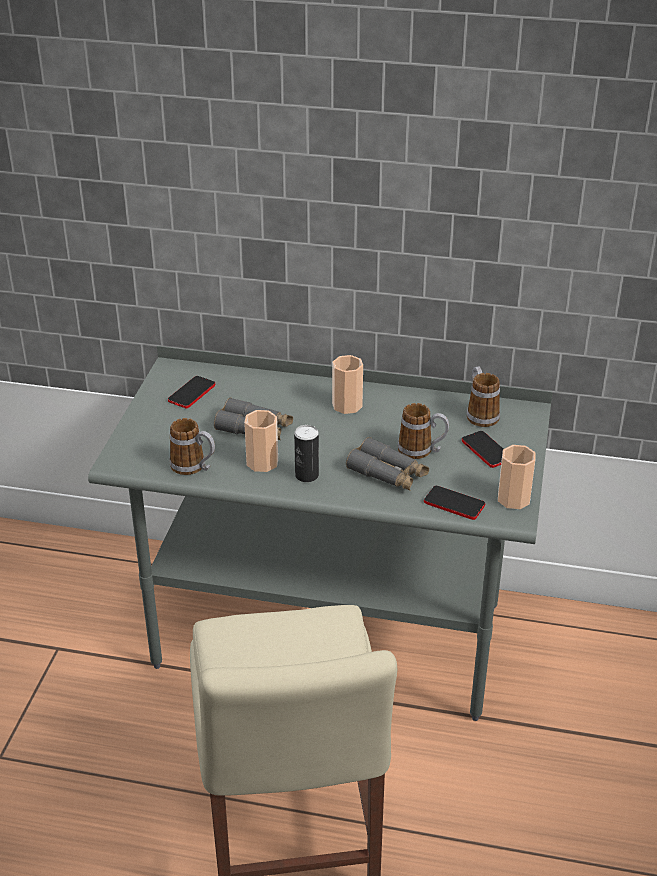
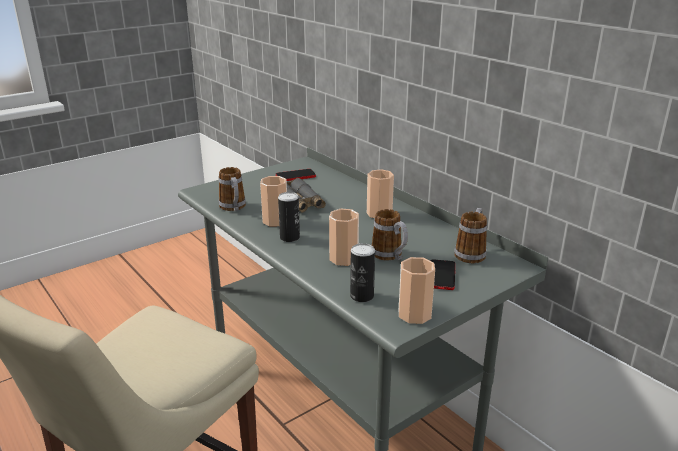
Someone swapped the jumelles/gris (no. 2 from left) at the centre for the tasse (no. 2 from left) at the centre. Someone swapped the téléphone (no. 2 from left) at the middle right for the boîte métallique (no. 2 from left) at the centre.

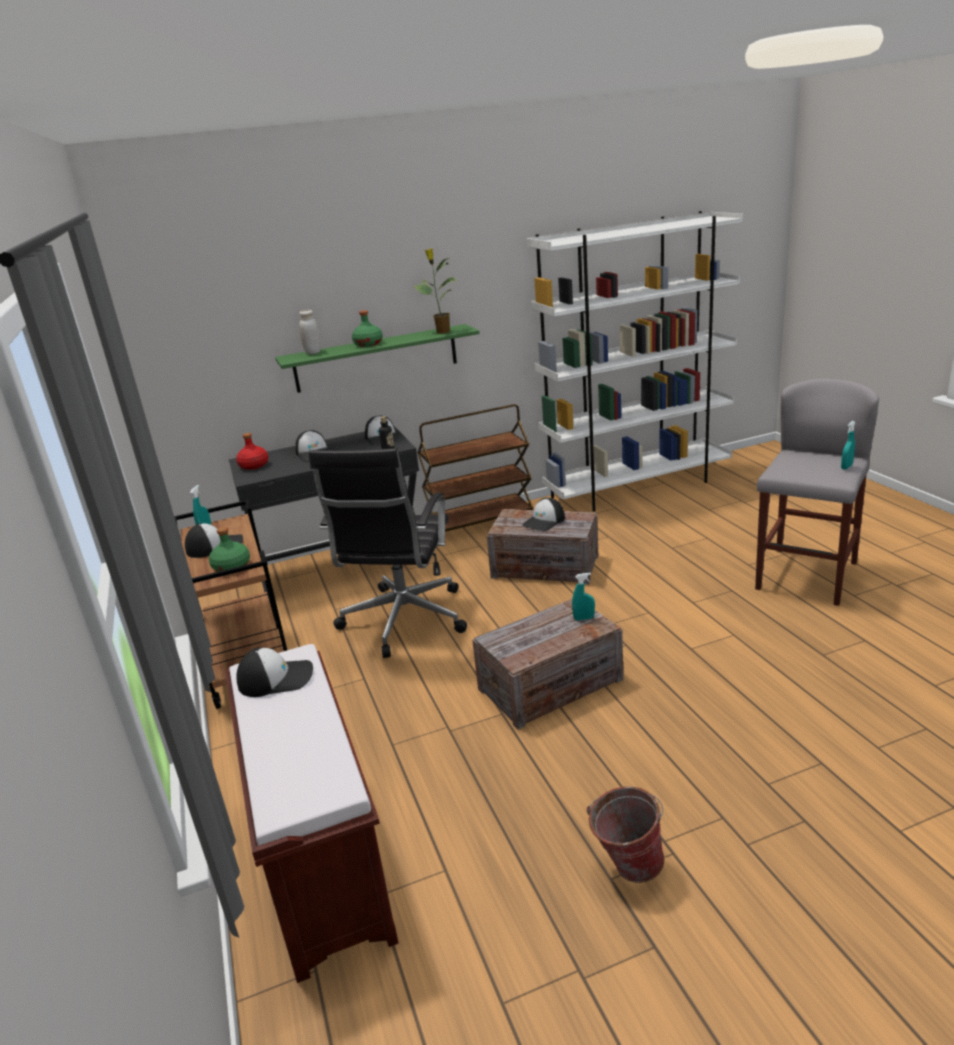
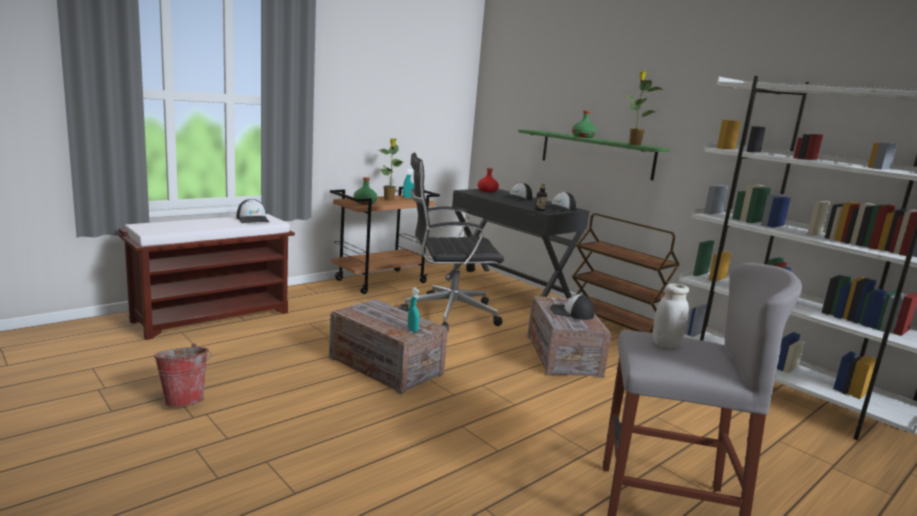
Someone swapped the casquette (no. 1 from left) at the middle left for the plante en pot (no. 1 from left) at the top centre. Someone carried the bocal/blanc from the top left to the middle right. Someone took away the vaporisateur/turquoise (no. 3 from left) at the middle right.

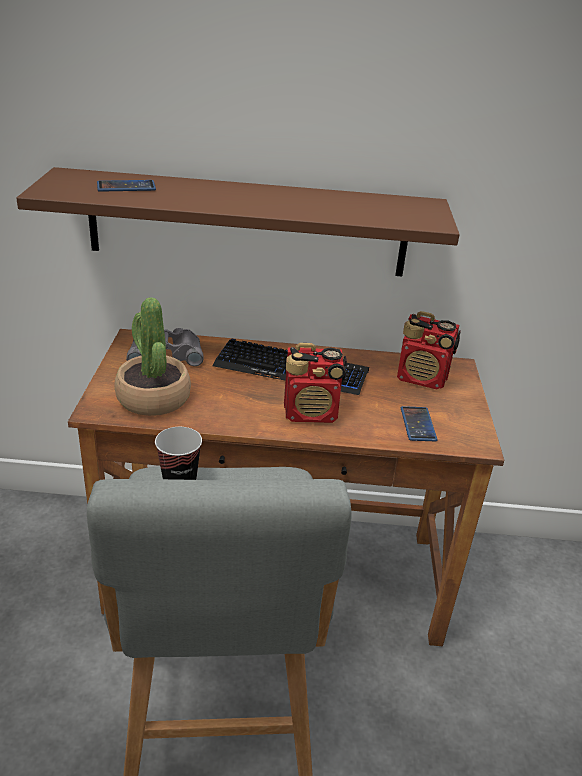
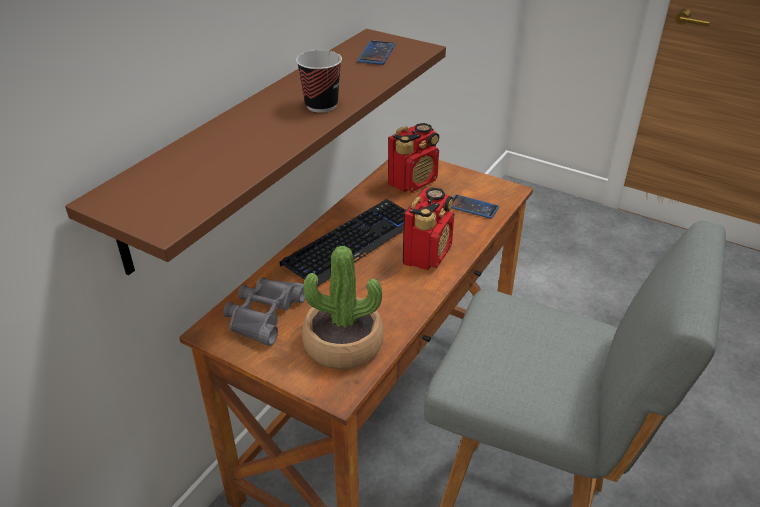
Someone carried the téléphone (no. 1 from left) from the top left to the top centre. Someone carried the tasse from the middle left to the top centre.

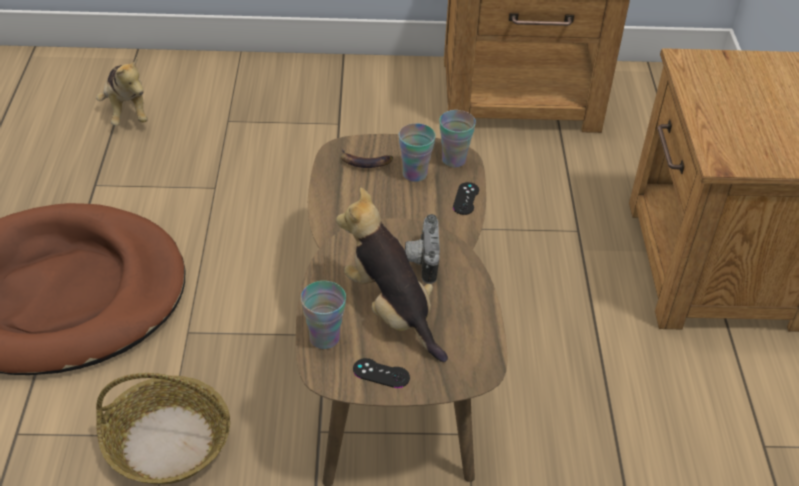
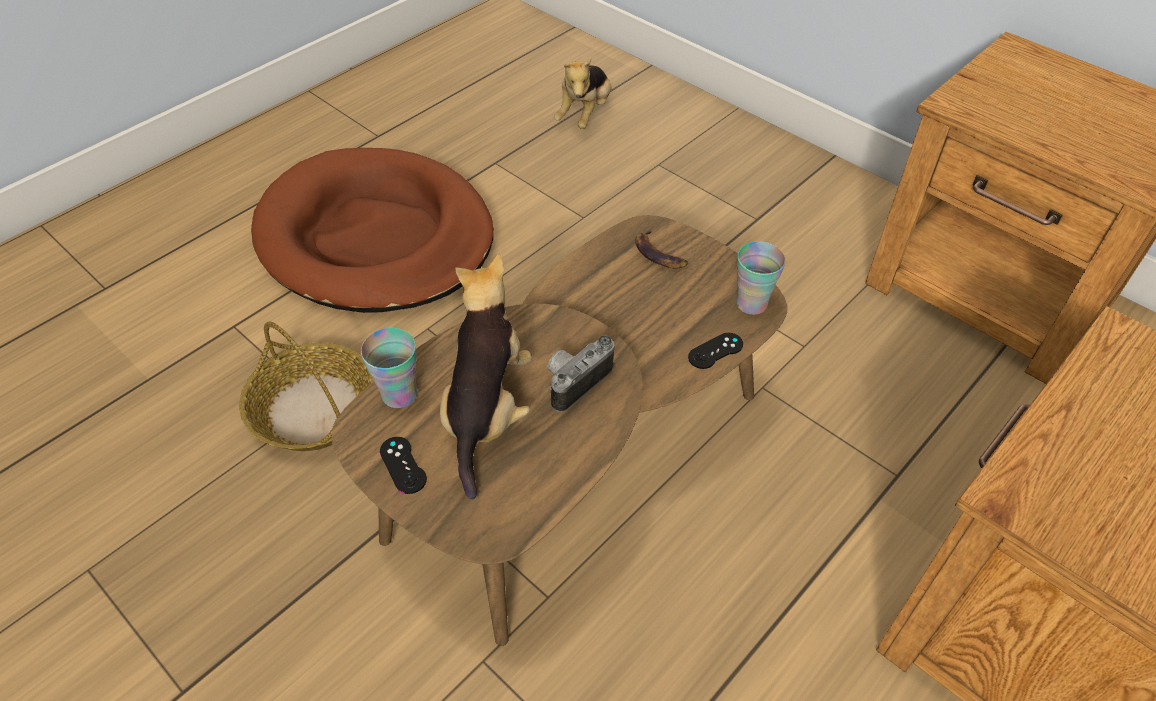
Someone took away the tasse (no. 2 from left) at the top centre.

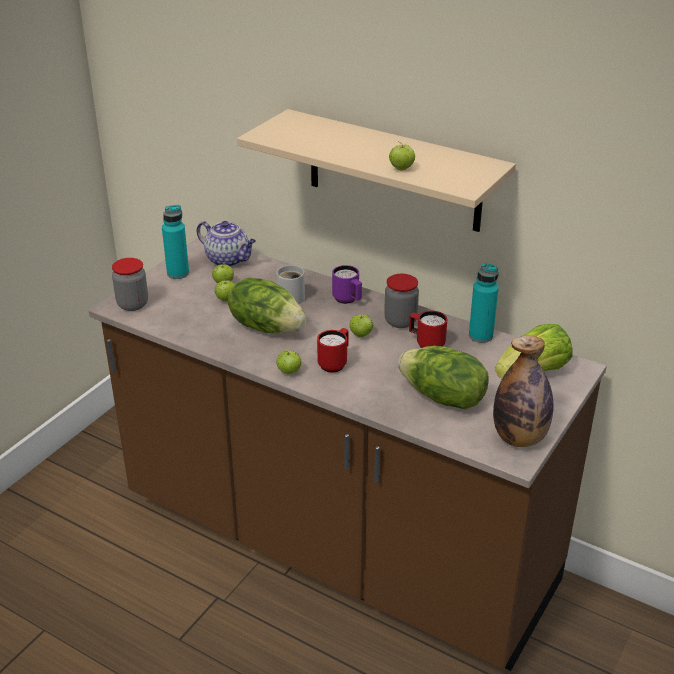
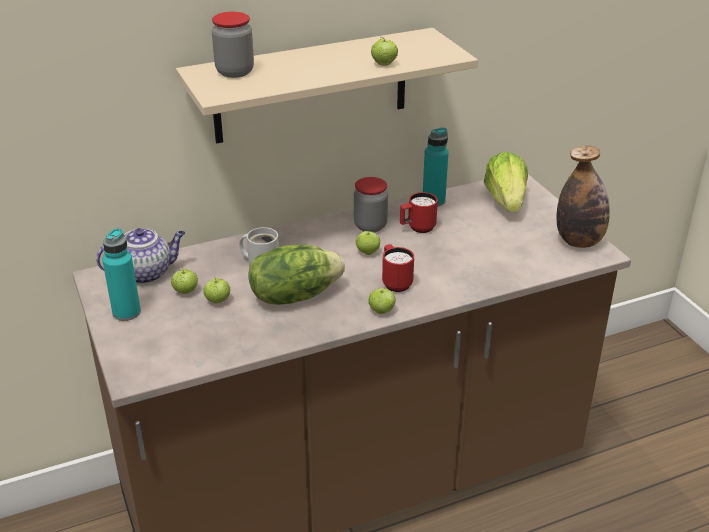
Someone carried the bocal (no. 1 from left) from the middle left to the top left. Someone took away the mug/violet at the centre. Someone took away the laitue (no. 2 from left) at the centre.

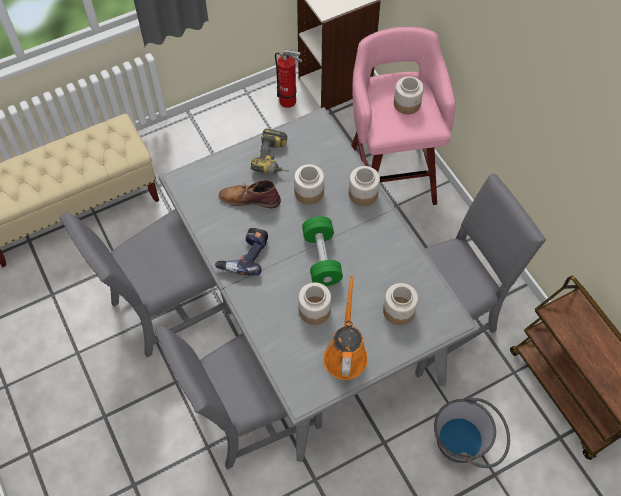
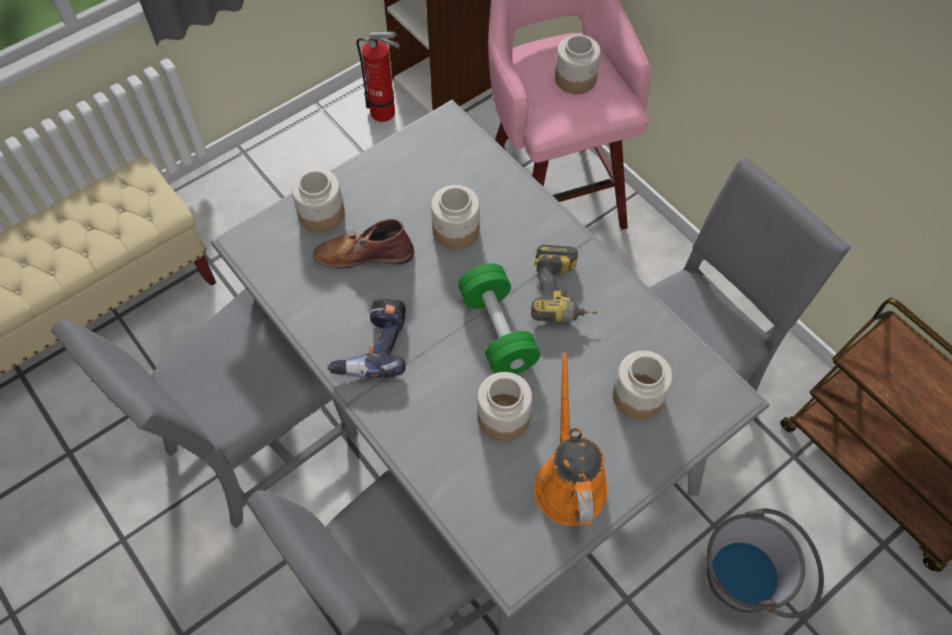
Someone carried the perceuse (no. 2 from left) from the top centre to the centre. Someone carried the bocal (no. 3 from left in the first image) from the centre to the top centre.

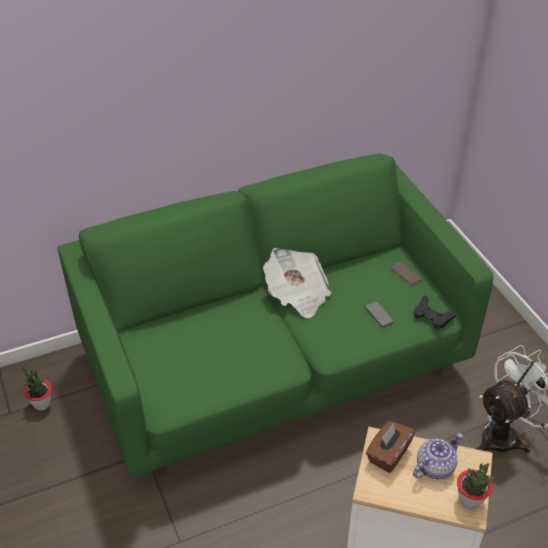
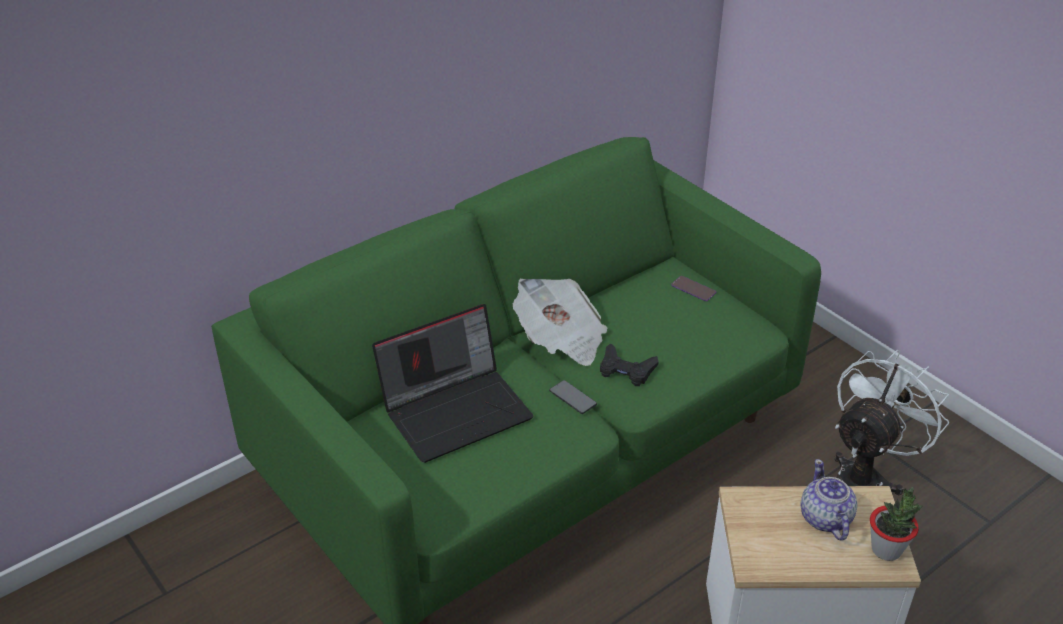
Someone took away the plante en pot (no. 1 from left) at the bottom left. Someone carried the téléphone (no. 1 from left) from the middle right to the centre. Someone took away the boîte à mouchoirs/marron at the bottom right. Someone rotated the théière at the bottom right by 45 degrees counterclockwise. Someone carried the manette/noir from the middle right to the centre. Someone put down the ordinateur portable at the centre.

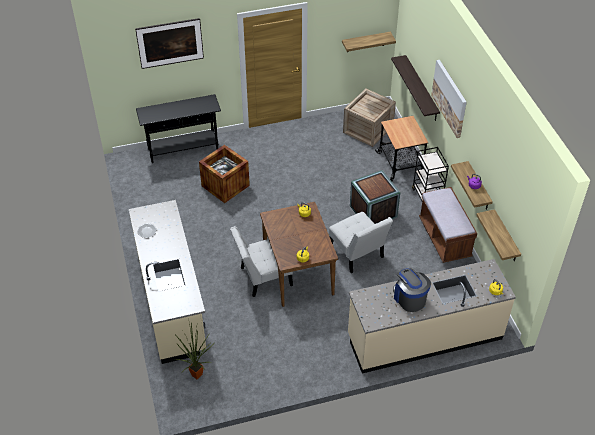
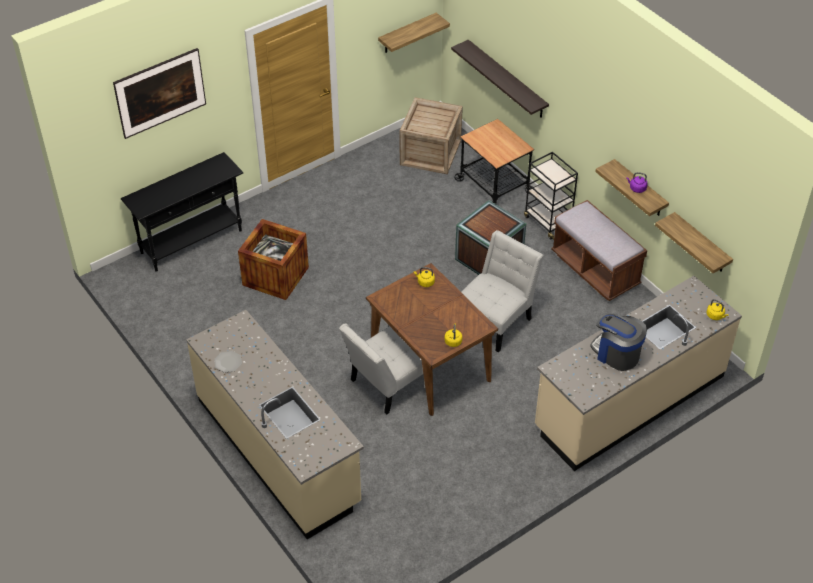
Someone took away the plante en pot at the bottom left. Someone rotated the chaise/blanc (no. 2 from left) at the centre by 90 degrees counterclockwise. Someone took away the tableau (no. 2 from left) at the top right.

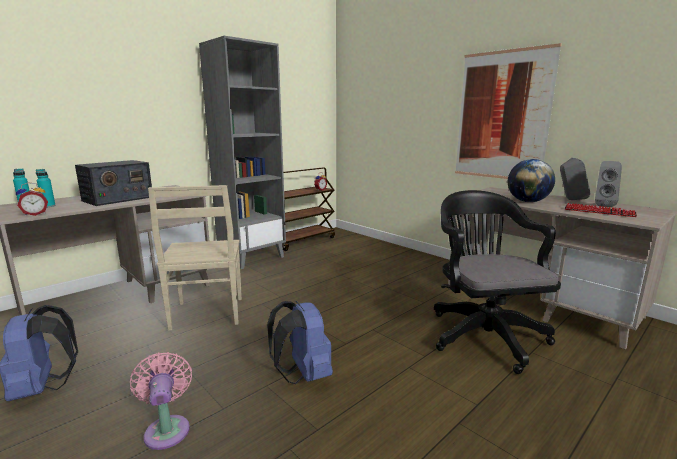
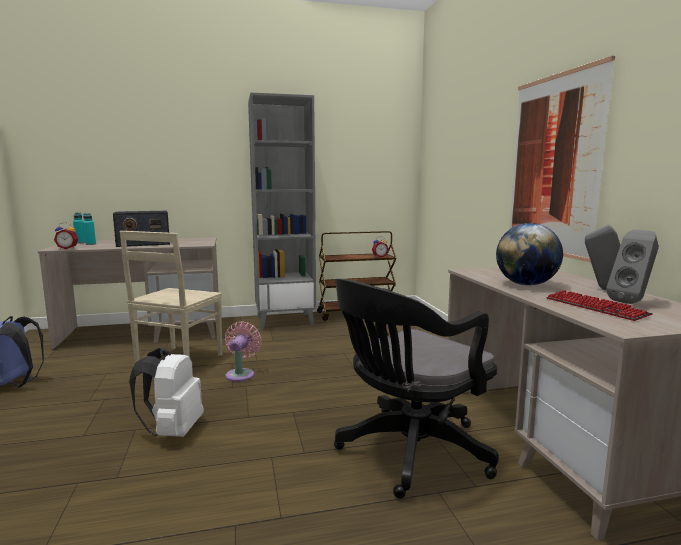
Someone carried the ventilateur/rose from the bottom left to the centre. Someone repainted the sac à dos/bleu (no. 2 from left) at the bottom centre, which became the sac à dos/blanc at the bottom left. Someone rotated the chaise de bureau/noir at the middle right by 150 degrees counterclockwise.

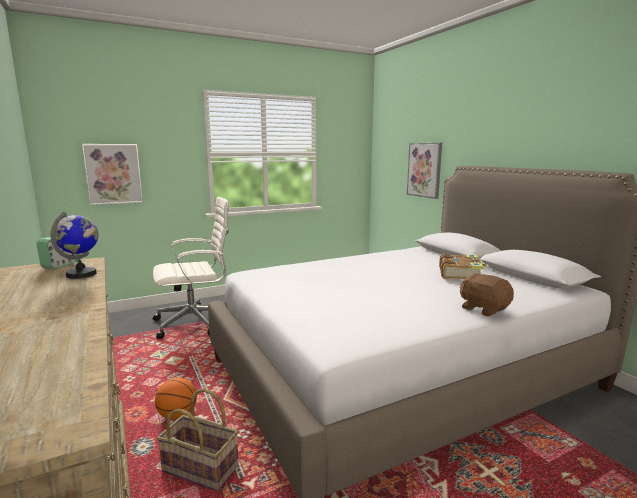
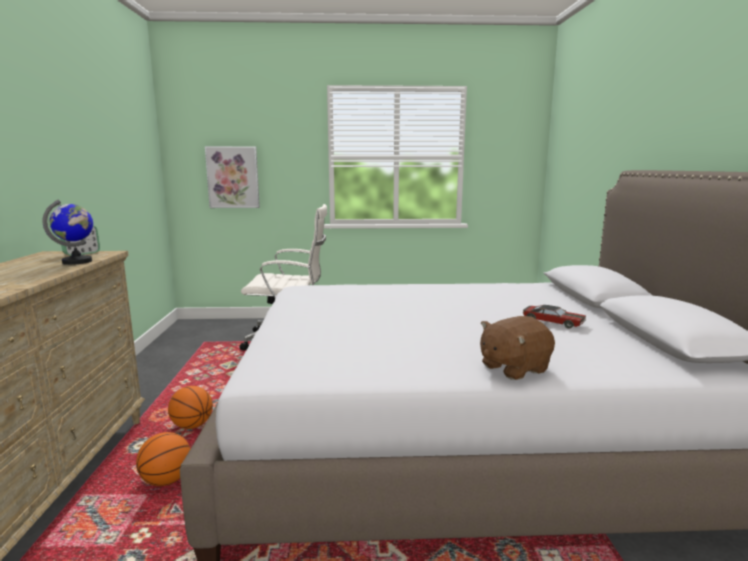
Someone swapped the panier at the bottom left for the ballon de basket (no. 1 from left) at the bottom left. Someone took away the tableau (no. 2 from left) at the centre. Someone swapped the livre at the middle right for the petite voiture at the middle right. Someone rotated the peluche/marron at the middle right by 105 degrees counterclockwise.

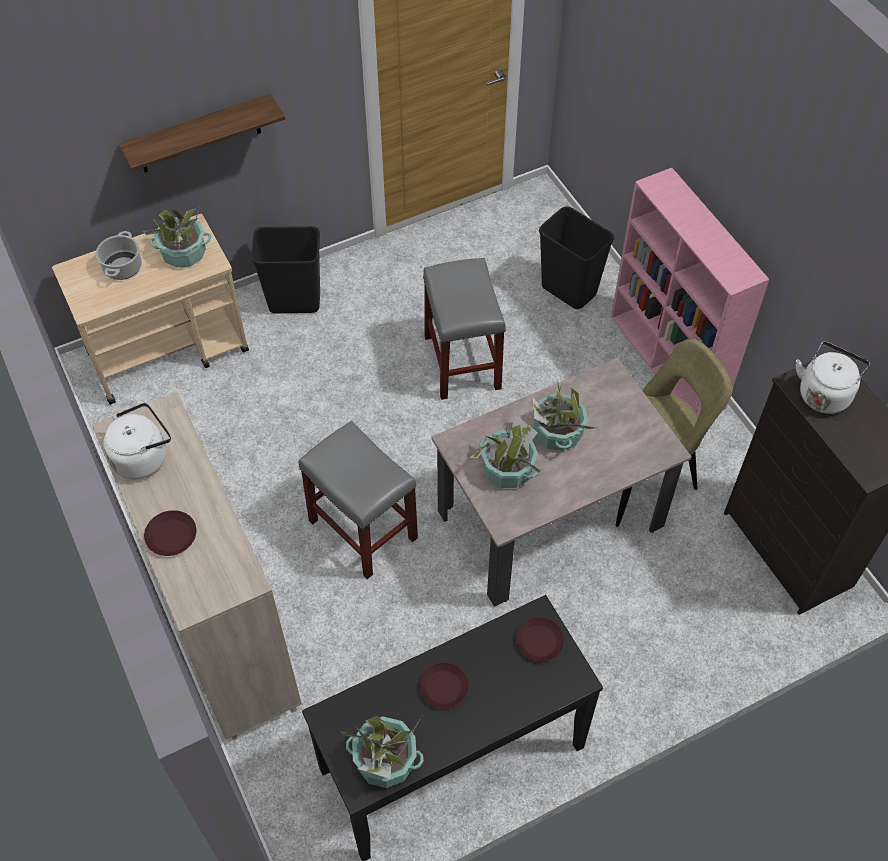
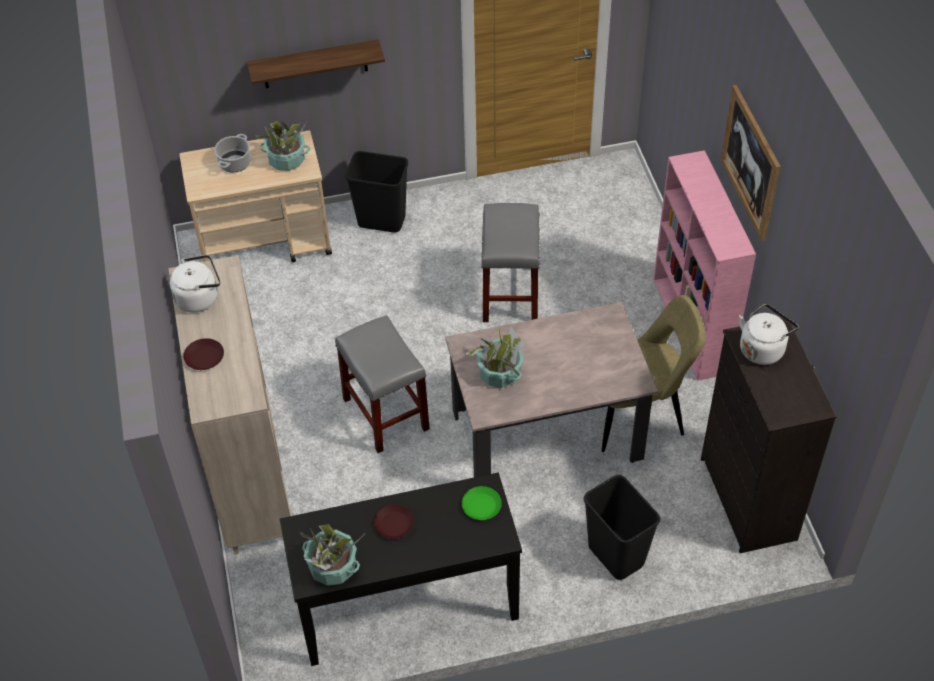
Someone repainted the assiette/marron (no. 3 from left) at the bottom centre, which became the assiette/vert at the bottom centre. Someone took away the plante en pot (no. 4 from left) at the centre. Someone carried the poubelle/noir (no. 2 from left) from the top centre to the bottom centre. Someone put up the tableau at the top right.

